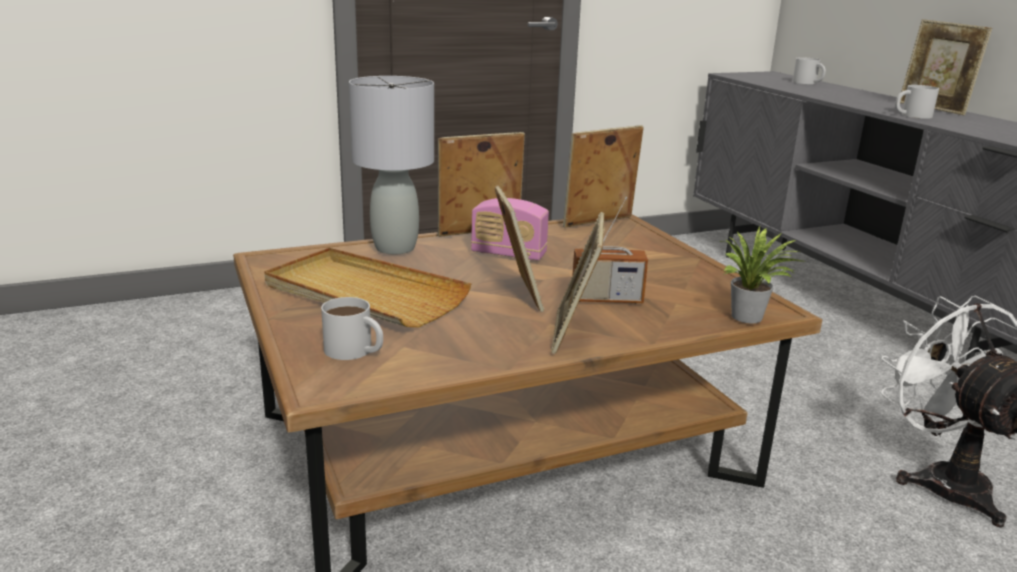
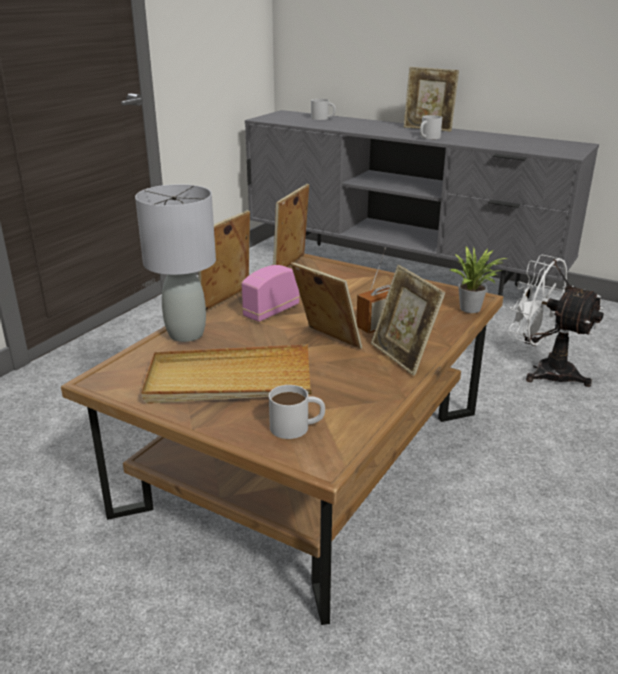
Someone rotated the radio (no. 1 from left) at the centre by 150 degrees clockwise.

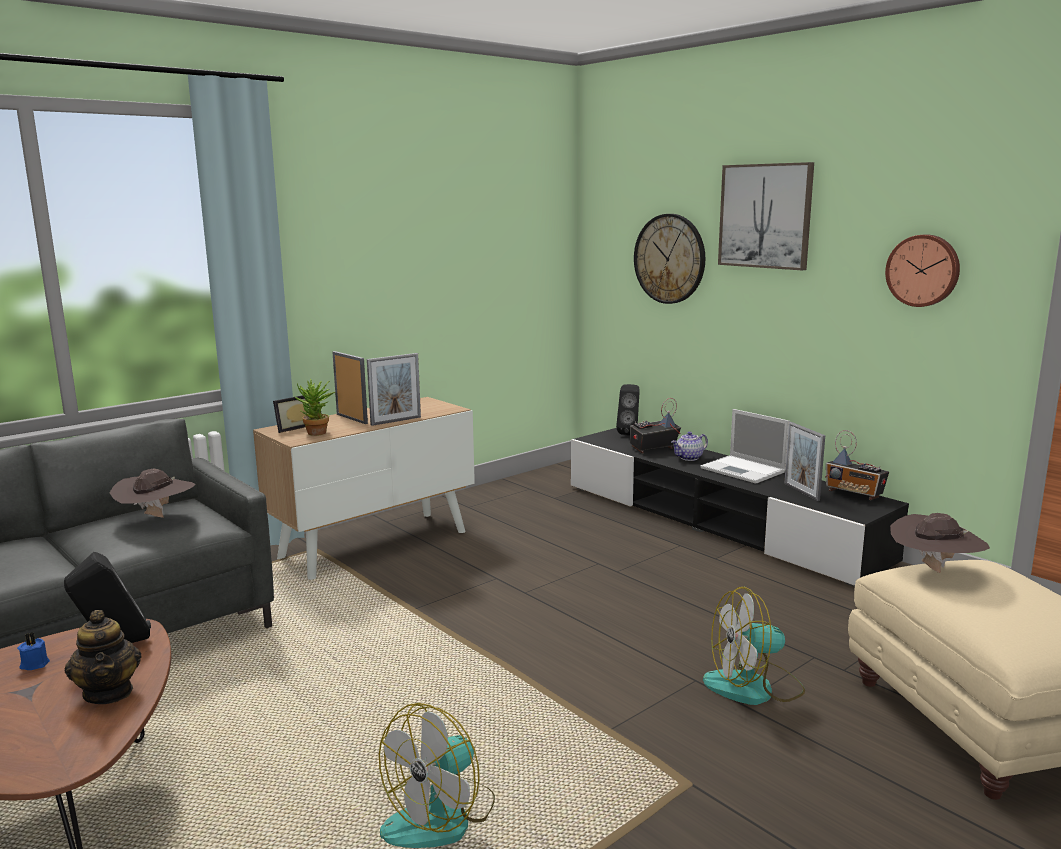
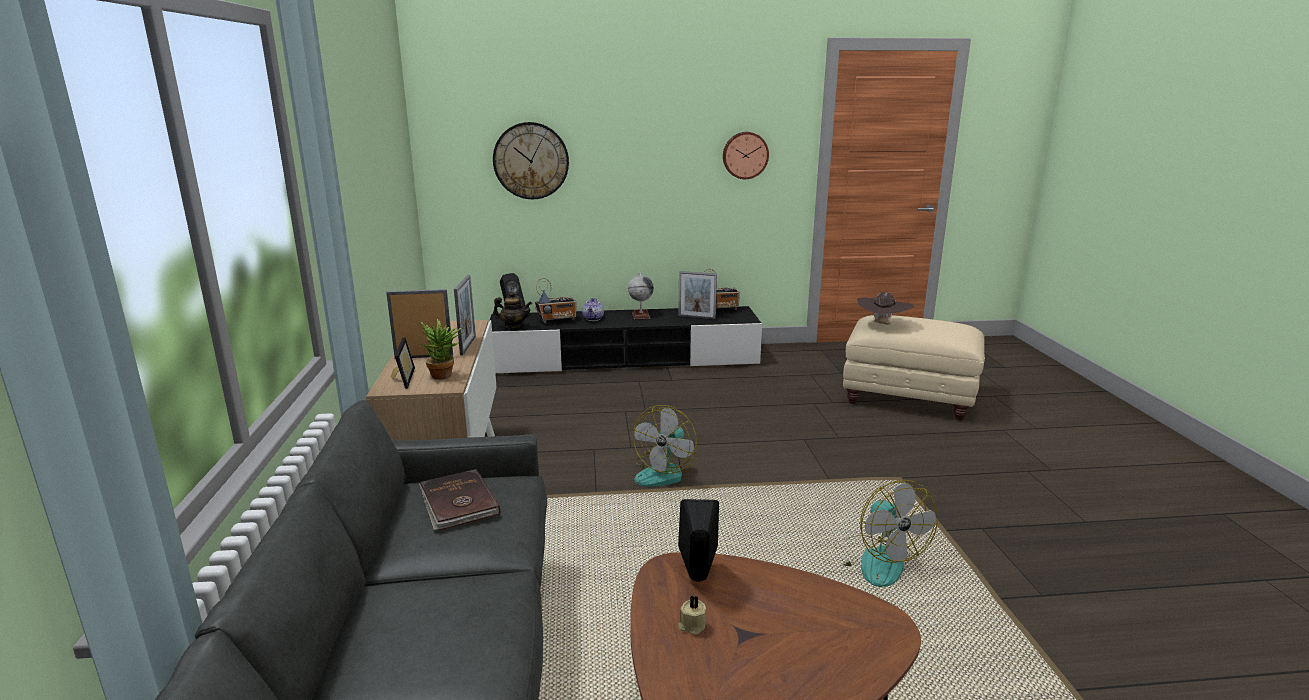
Someone repainted the bougie/bleu at the bottom left, which became the bougie/beige at the bottom centre. Someone carried the théière (no. 1 from left) from the bottom left to the centre. Someone swapped the chapeau/marron (no. 1 from left) at the middle left for the livre/marron at the bottom centre. Someone rotated the radio (no. 1 from left) at the centre by 120 degrees counterclockwise. Someone swapped the ordinateur portable at the middle right for the globe at the centre. Someone carried the ventilateur (no. 2 from left in the first image) from the bottom right to the centre. Someone took away the tableau at the top right.

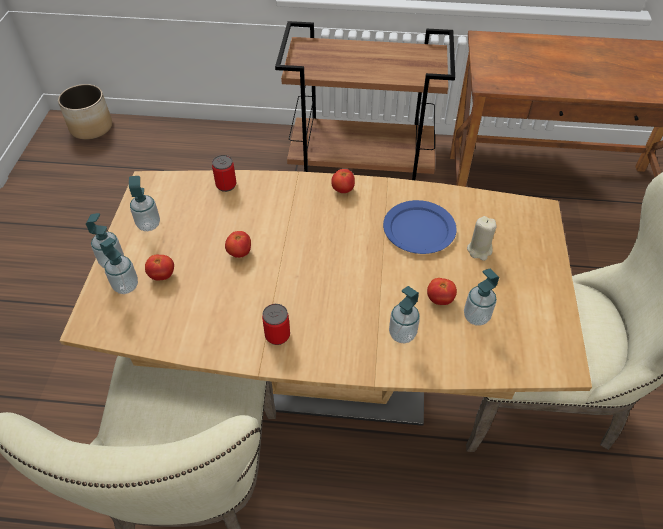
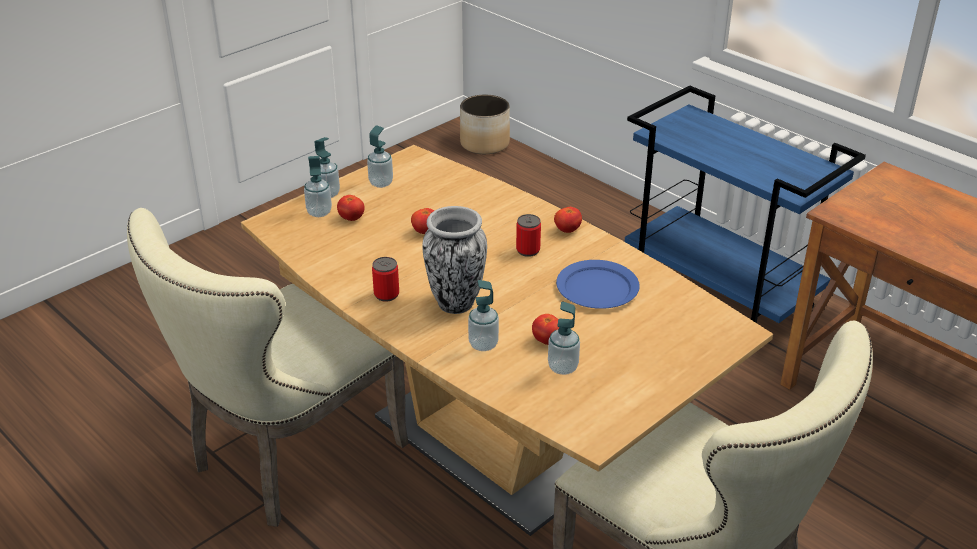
Someone carried the boîte métallique (no. 1 from left in the first image) from the top centre to the centre. Someone repainted the chariot/marron at the top centre, which became the chariot/bleu at the middle right. Someone took away the bougie/beige at the middle right. Someone put down the vase at the centre.

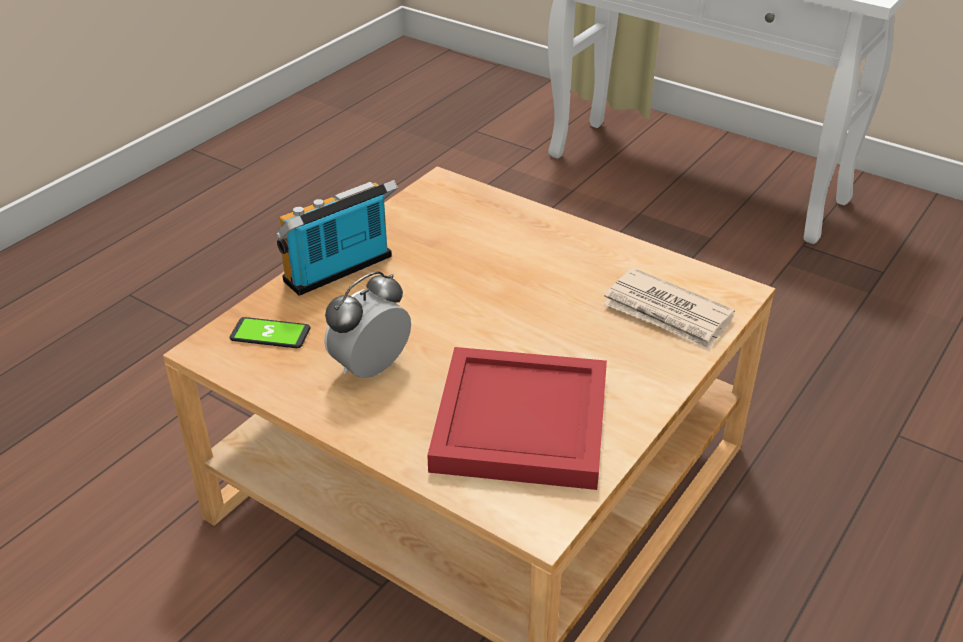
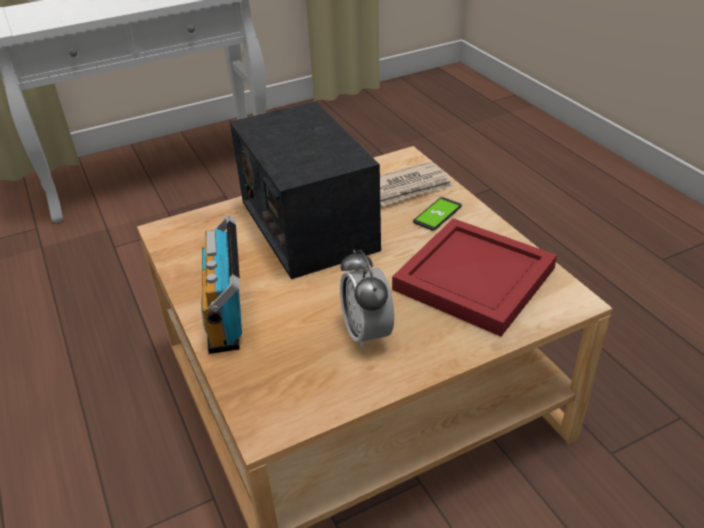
Someone carried the téléphone from the middle left to the centre. Someone put down the radio (no. 2 from left) at the centre.

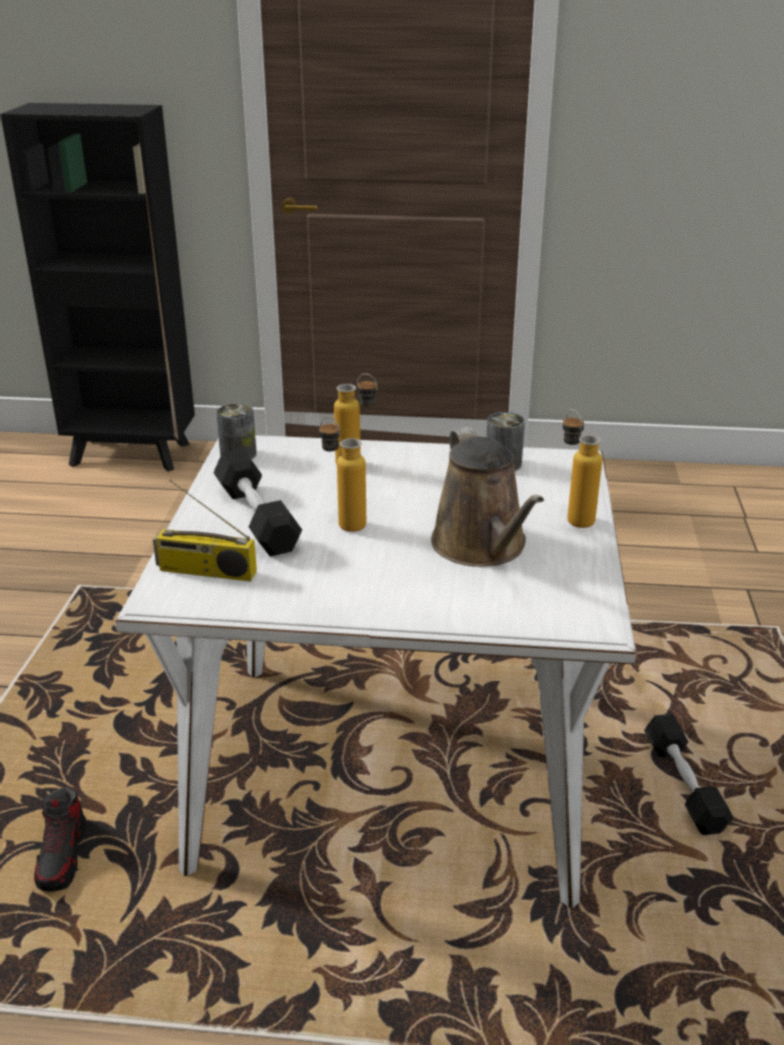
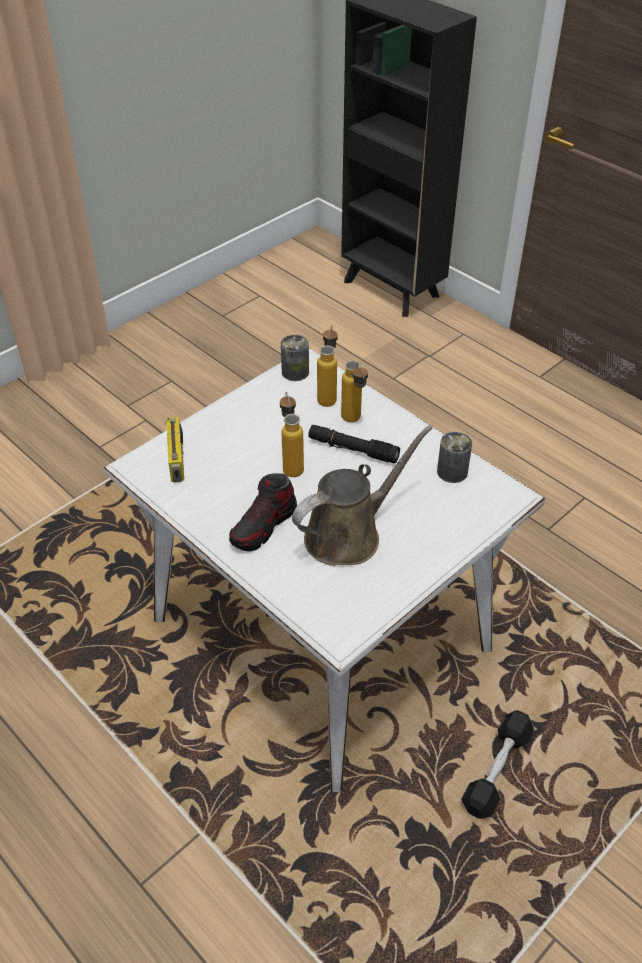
Someone carried the chaussure from the bottom left to the centre. Someone rotated the radio at the middle left by 150 degrees counterclockwise. Someone took away the haltère/noir (no. 1 from left) at the middle left. Someone rotated the arrosoir/marron at the centre by 150 degrees counterclockwise. Someone carried the bouteille (no. 3 from left in the first image) from the middle right to the centre. Someone put down the lampe de poche/noir at the centre.

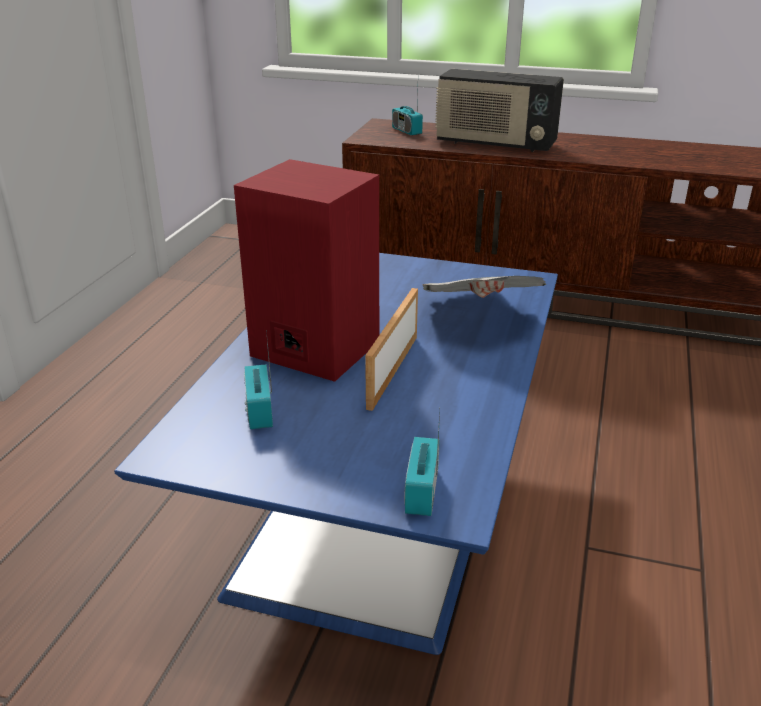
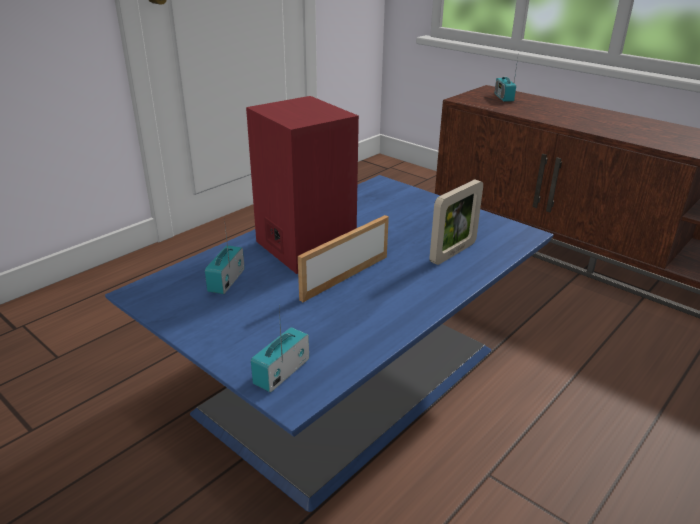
Someone swapped the journal at the centre for the cadre photo (no. 2 from left) at the centre. Someone took away the radio (no. 4 from left) at the top centre.

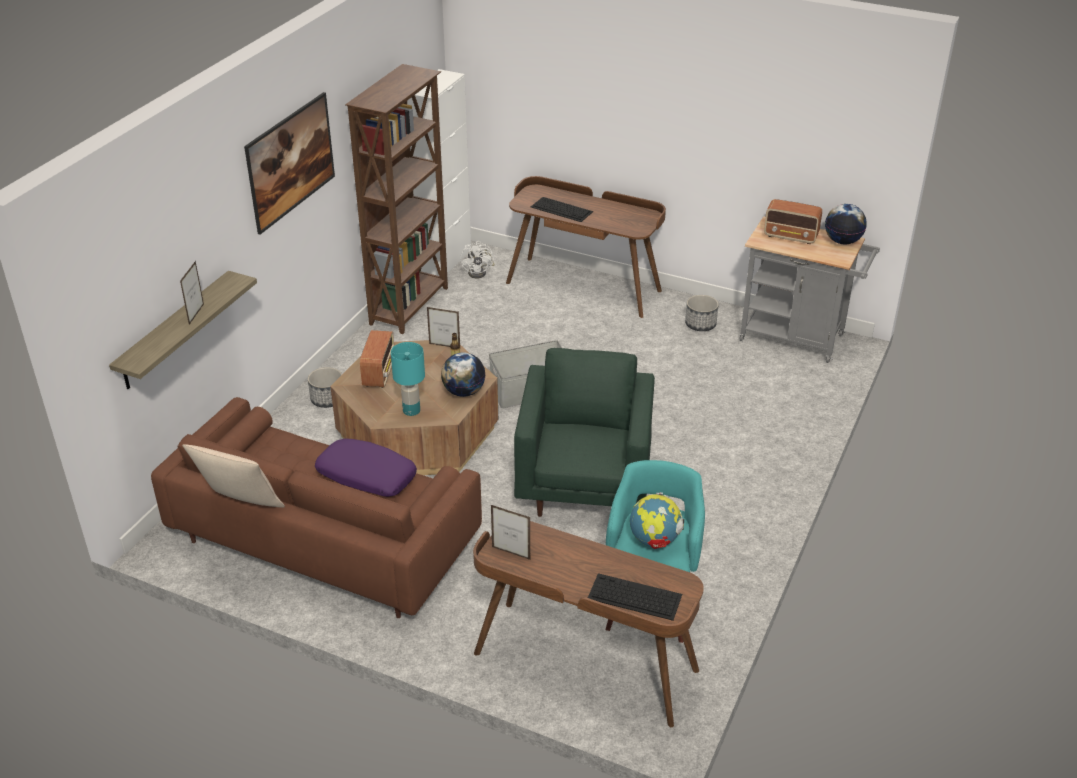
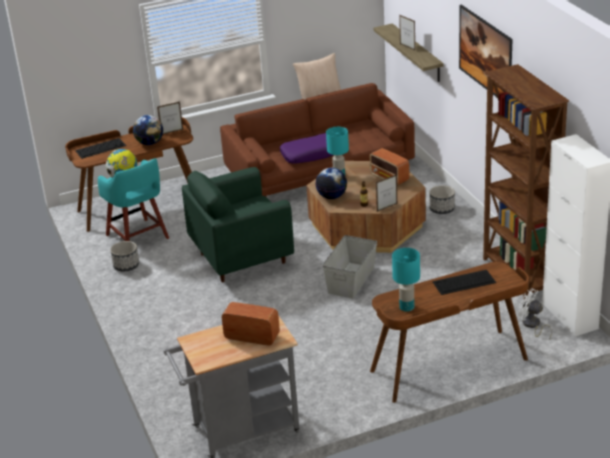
Someone rotated the fauteuil/vert at the centre by 105 degrees clockwise. Someone carried the cache-pot (no. 2 from left in the first image) from the centre to the middle left. Someone rotated the radio (no. 2 from left in the first image) at the top right by 45 degrees clockwise. Someone carried the globe (no. 3 from left in the first image) from the top right to the top left. Someone put down the lampe de table/turquoise (no. 2 from left) at the centre.

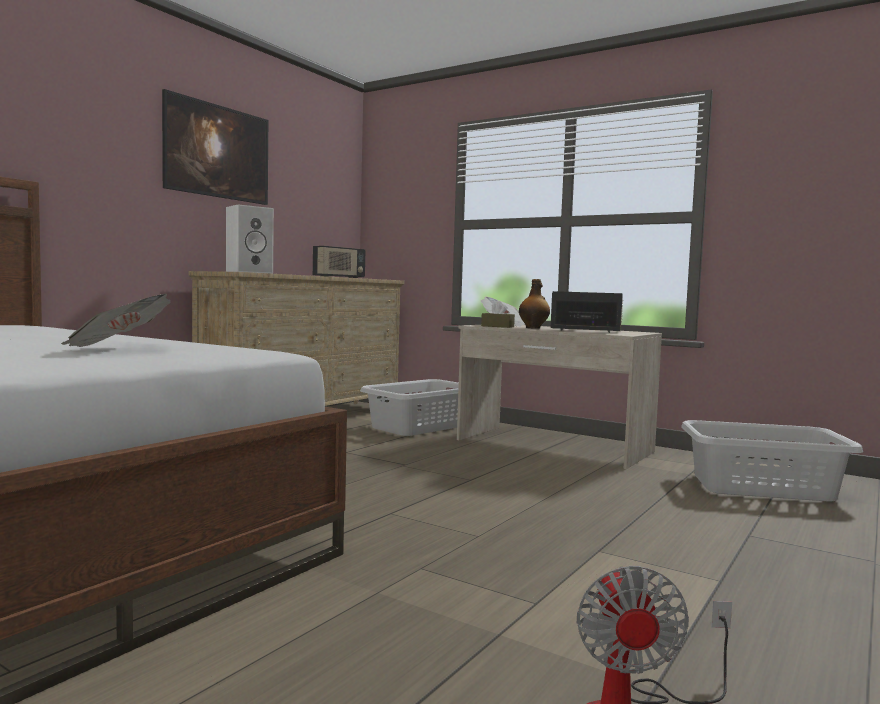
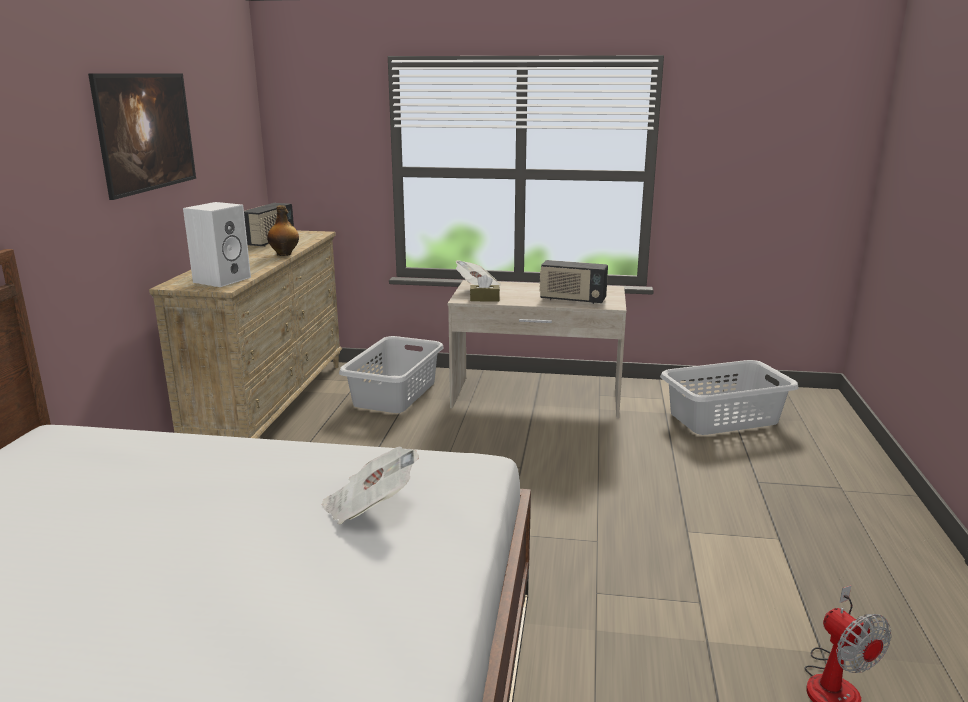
Someone carried the bouteille from the centre to the top left. Someone rotated the radio (no. 2 from left) at the middle right by 150 degrees counterclockwise.

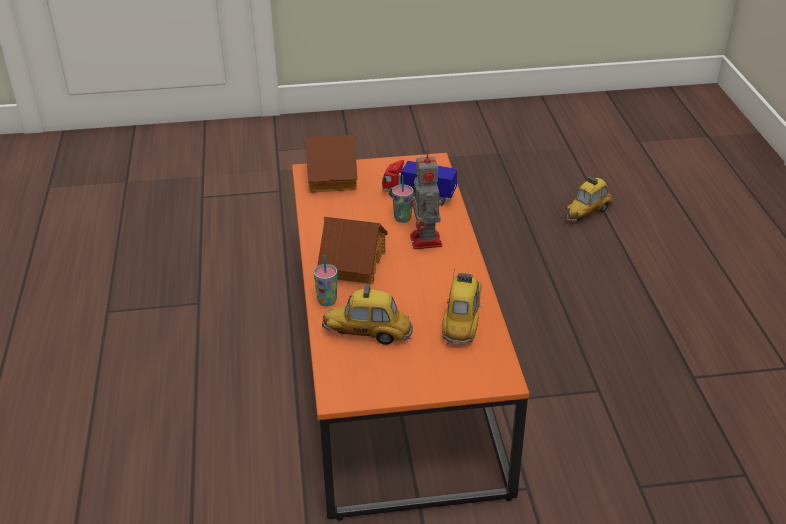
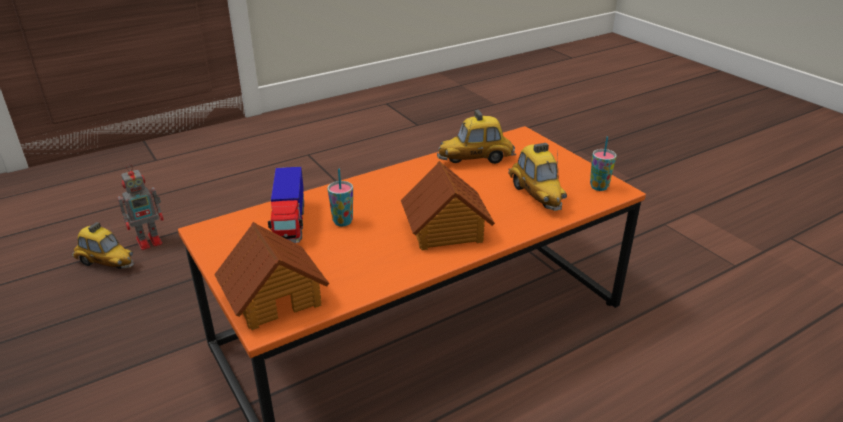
Someone carried the tasse (no. 1 from left in the first image) from the centre to the middle right. Someone carried the robot jouet from the centre to the middle left.

